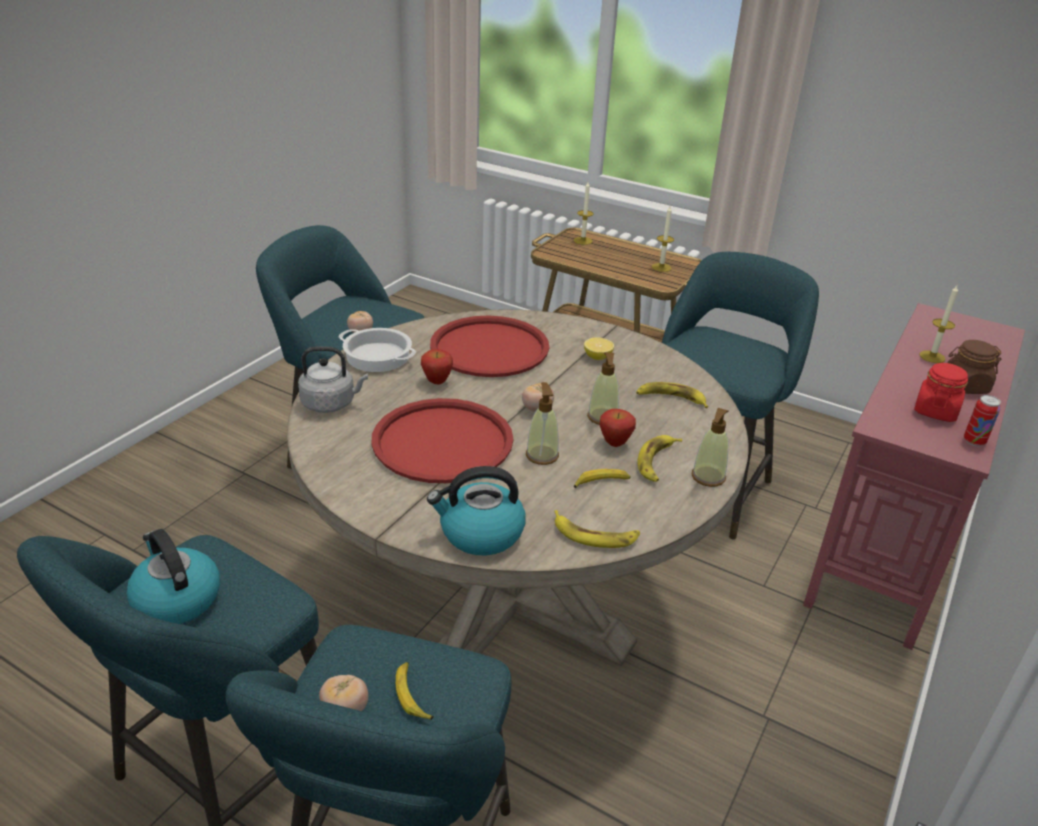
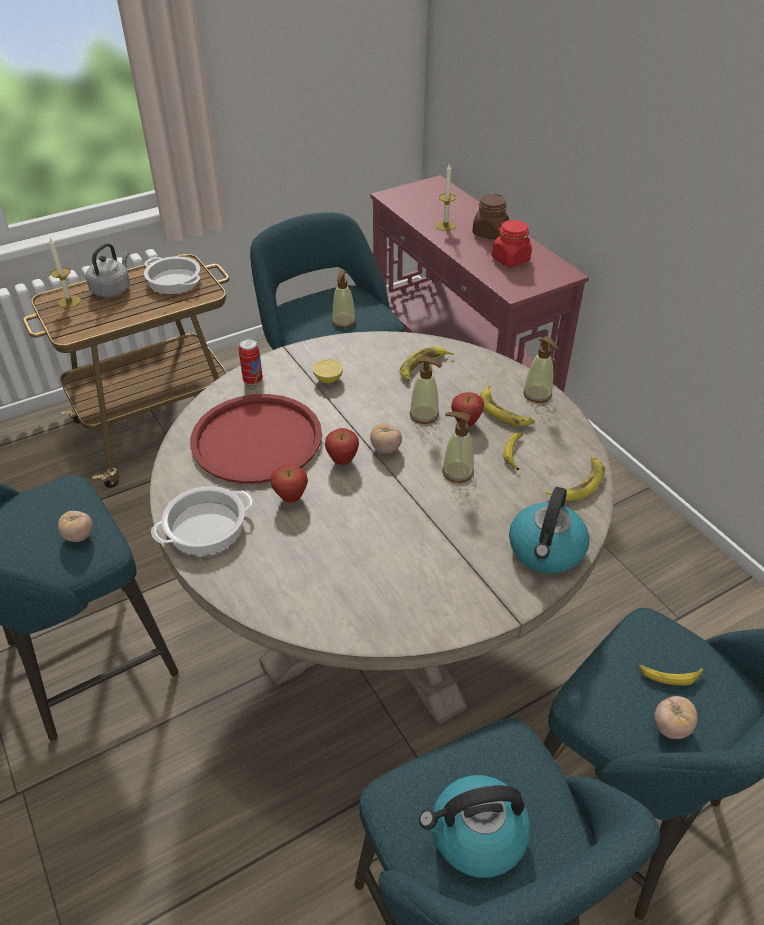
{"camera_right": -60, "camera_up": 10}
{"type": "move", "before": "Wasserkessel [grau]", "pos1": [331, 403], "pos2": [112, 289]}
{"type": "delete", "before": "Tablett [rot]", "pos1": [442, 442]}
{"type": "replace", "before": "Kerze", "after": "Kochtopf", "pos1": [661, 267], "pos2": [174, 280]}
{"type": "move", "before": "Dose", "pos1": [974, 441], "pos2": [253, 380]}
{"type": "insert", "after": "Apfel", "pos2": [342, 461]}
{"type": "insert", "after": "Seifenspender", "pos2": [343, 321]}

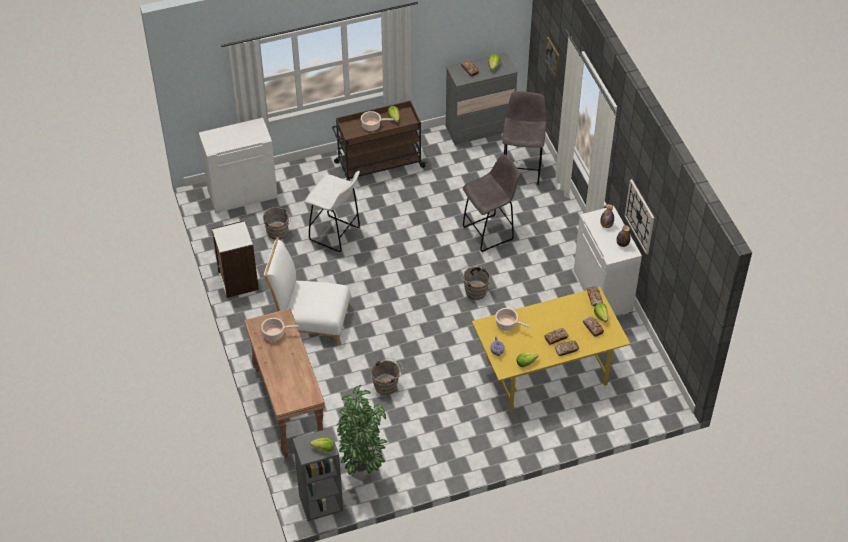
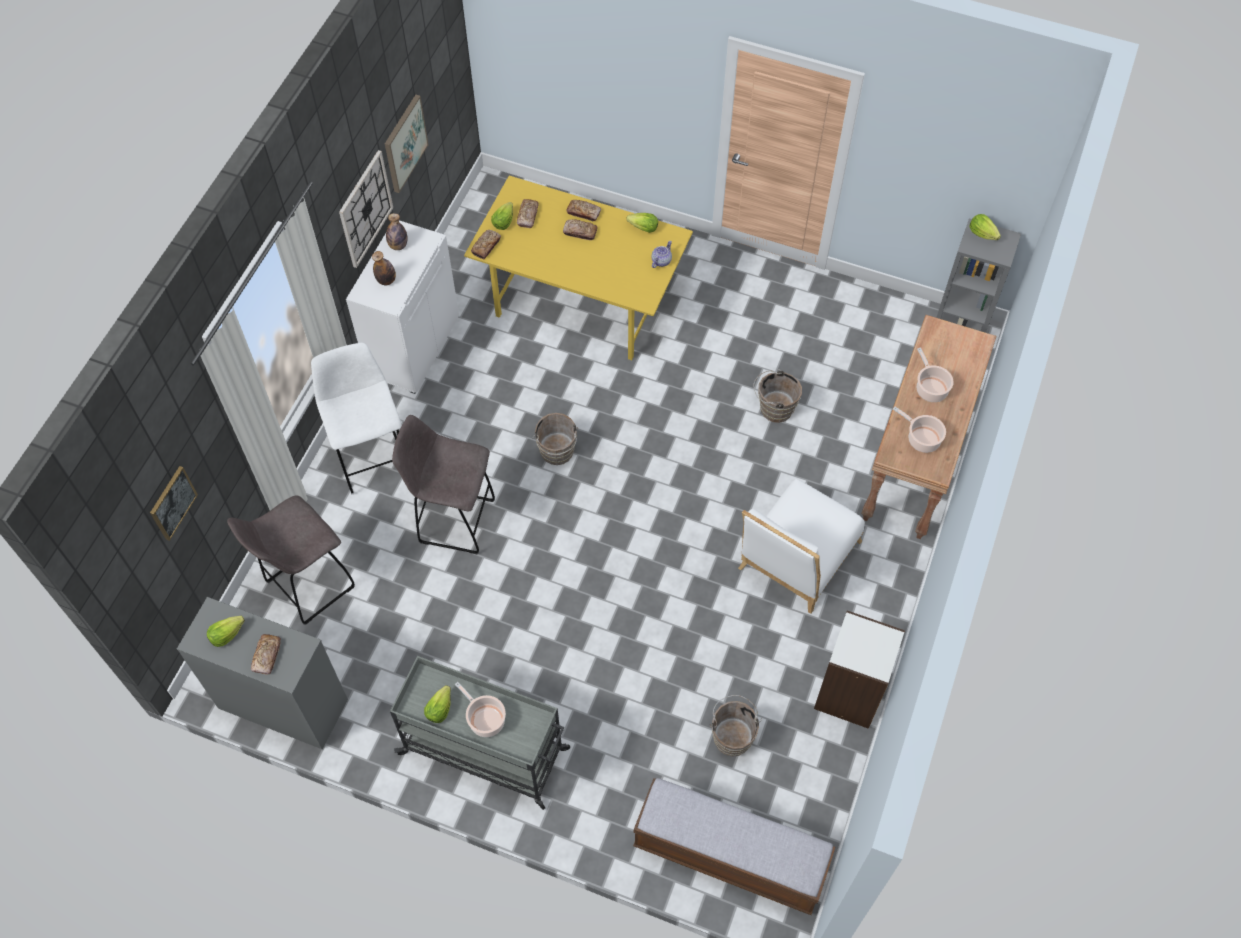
{"camera_right": -140, "camera_up": 10}
{"type": "replace", "before": "Schrank [weiß]", "after": "Bank", "pos1": [242, 194], "pos2": [729, 856]}
{"type": "rotate", "before": "Stuhl [weiß]", "pos1": [311, 319], "pos2": [795, 561], "turn": 75}
{"type": "move", "before": "Hocker [weiß]", "pos1": [336, 235], "pos2": [372, 459]}
{"type": "recolor", "before": "Rollwagen [braun]", "after": "Rollwagen [grau]", "pos1": [378, 165], "pos2": [486, 752]}
{"type": "delete", "before": "Topfpflanze", "pos1": [362, 475]}
{"type": "move", "before": "Kochtopf", "pos1": [507, 324], "pos2": [930, 388]}
{"type": "insert", "after": "Bild", "pos2": [404, 143]}

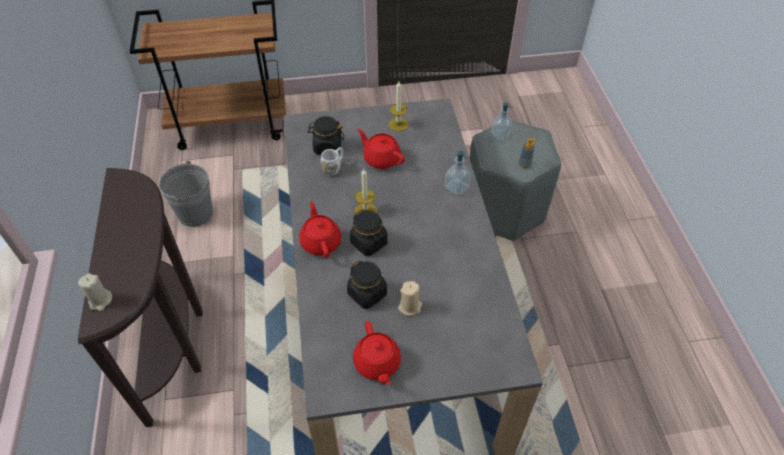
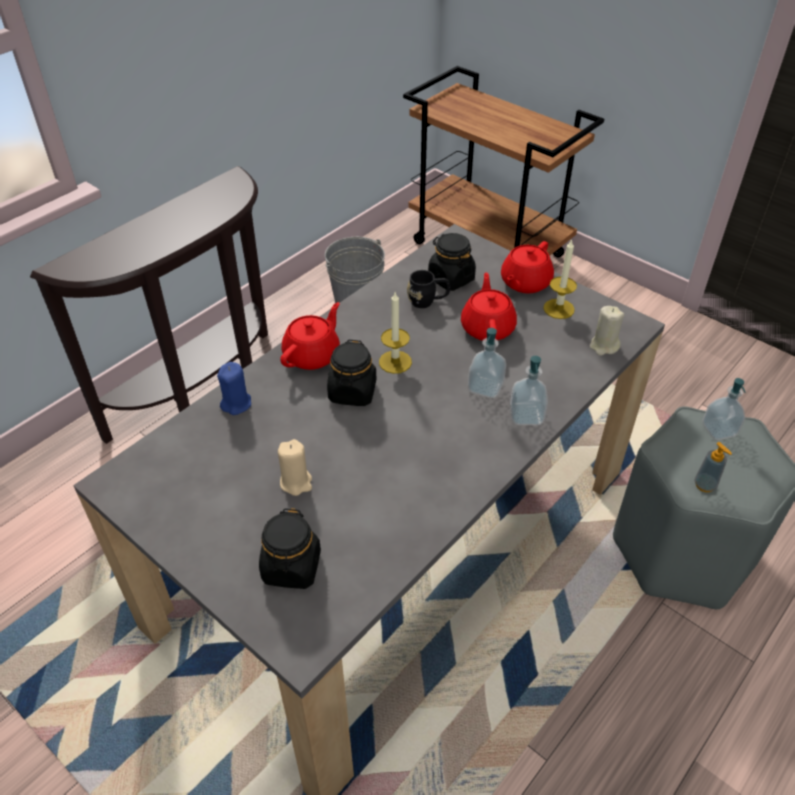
{"camera_right": 50, "camera_up": -5}
{"type": "move", "before": "Kerze [beige]", "pos1": [100, 301], "pos2": [604, 346]}
{"type": "recolor", "before": "Henkelbecher [weiß]", "after": "Henkelbecher [schwarz]", "pos1": [334, 167], "pos2": [428, 301]}
{"type": "move", "before": "Vorratsglas [schwarz]", "pos1": [367, 294], "pos2": [291, 567]}
{"type": "move", "before": "Teekanne [rot]", "pos1": [377, 363], "pos2": [524, 283]}
{"type": "insert", "after": "Kerze [blau]", "pos2": [236, 404]}
{"type": "insert", "after": "Seifenspender", "pos2": [485, 387]}

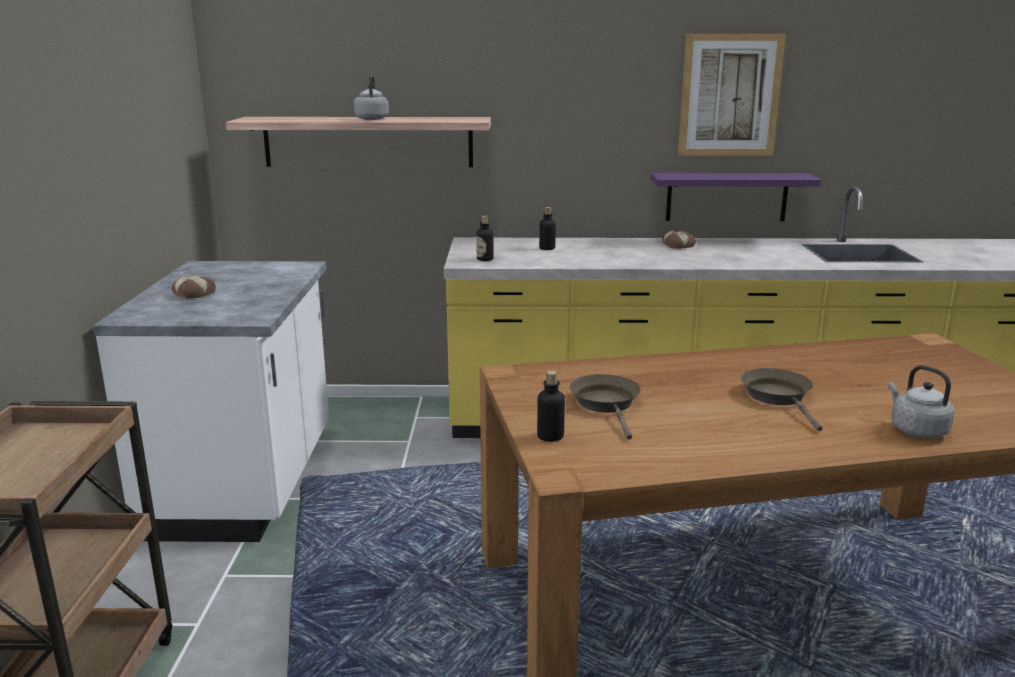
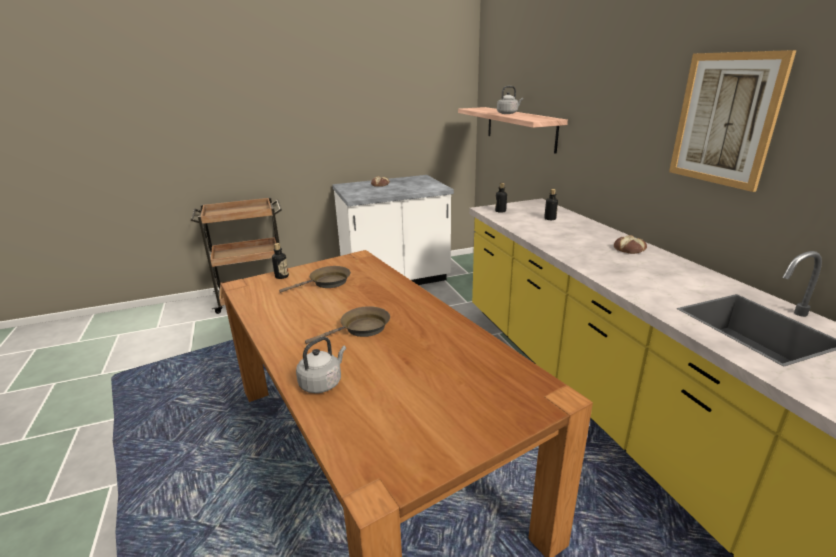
{"camera_right": 70, "camera_up": 5}
{"type": "delete", "before": "Wandregal [lila]", "pos1": [726, 197]}

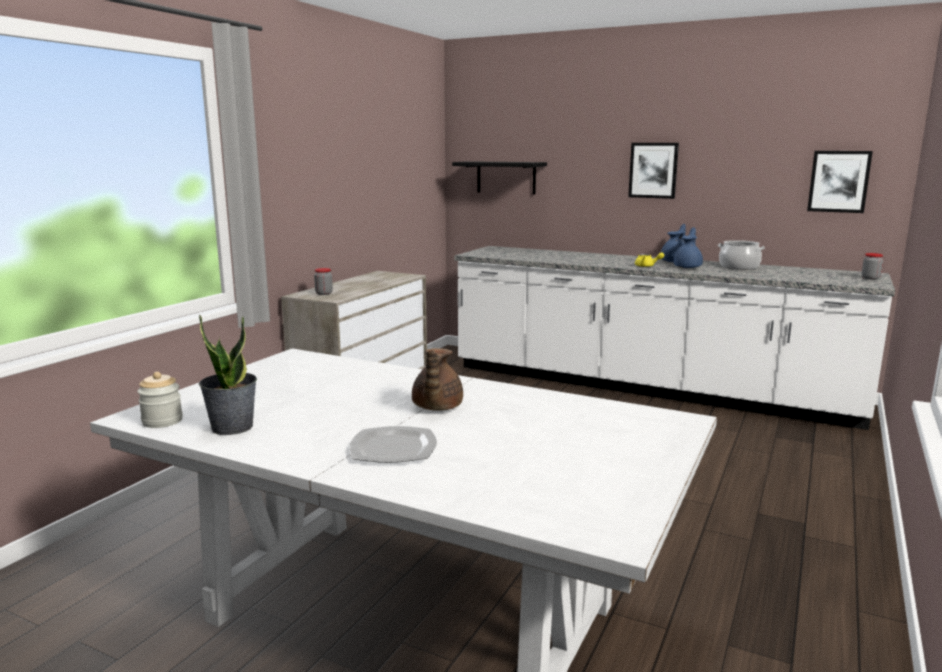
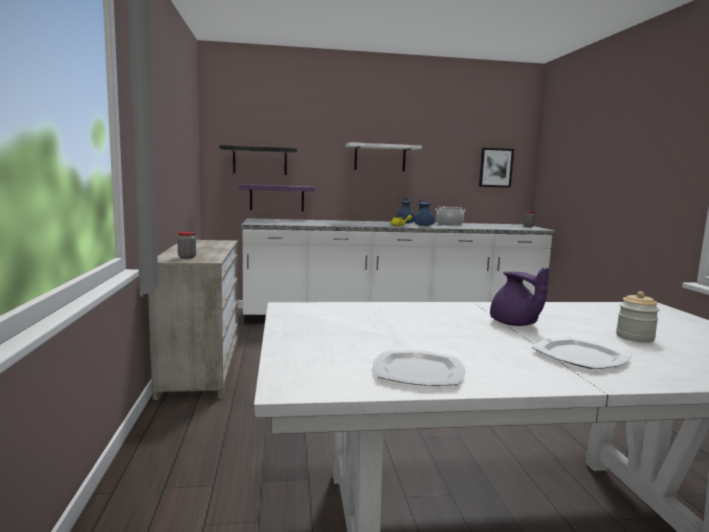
{"camera_right": -35, "camera_up": -5}
{"type": "move", "before": "Vorratsglas", "pos1": [162, 421], "pos2": [635, 337]}
{"type": "replace", "before": "Topfpflanze", "after": "Teller", "pos1": [232, 427], "pos2": [419, 371]}
{"type": "recolor", "before": "Teekanne [braun]", "after": "Teekanne [lila]", "pos1": [436, 407], "pos2": [514, 324]}
{"type": "replace", "before": "Bild", "after": "Wandregal [weiß]", "pos1": [653, 170], "pos2": [380, 158]}
{"type": "insert", "after": "Wandregal [lila]", "pos2": [277, 198]}

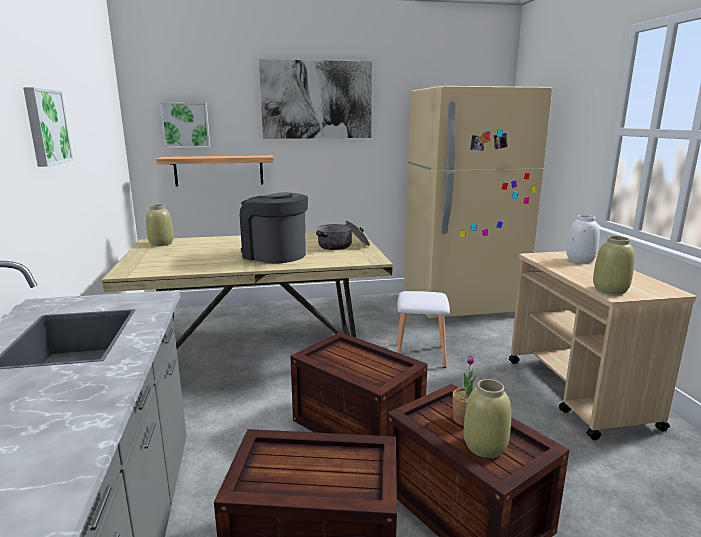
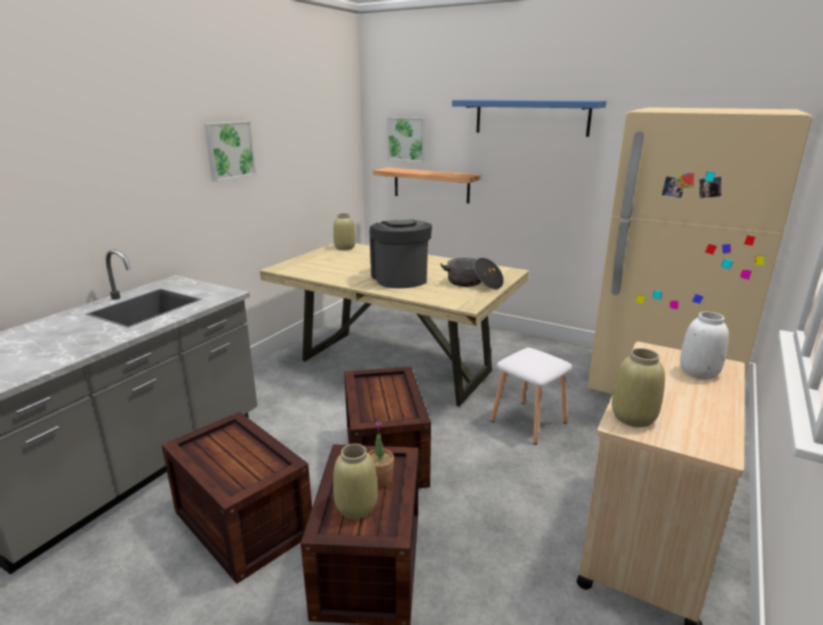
{"camera_right": 40, "camera_up": 5}
{"type": "replace", "before": "Bild", "after": "Wandregal [blau]", "pos1": [317, 100], "pos2": [531, 117]}

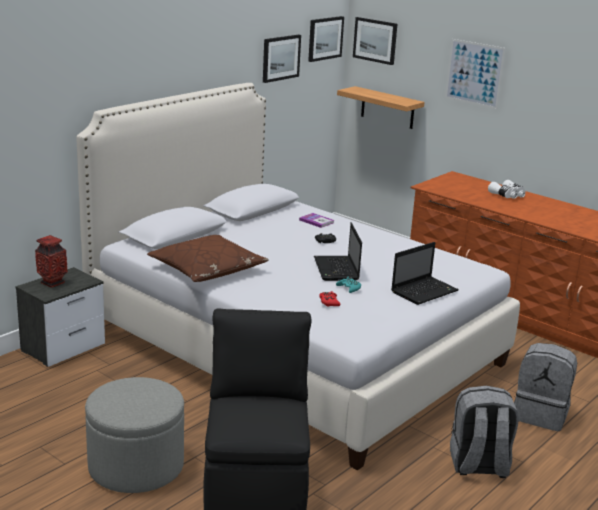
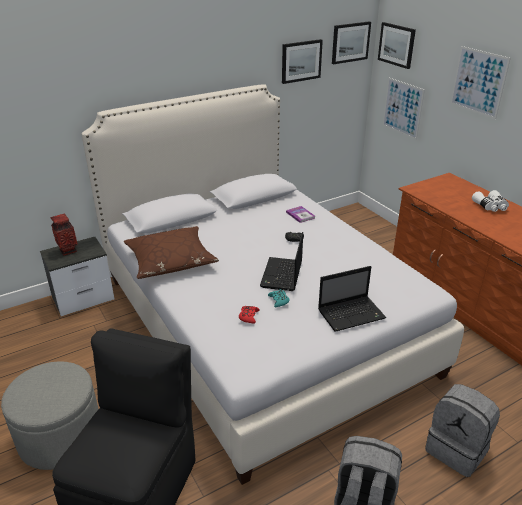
{"camera_right": 20, "camera_up": 10}
{"type": "replace", "before": "Wandregal", "after": "Bild", "pos1": [387, 108], "pos2": [402, 108]}

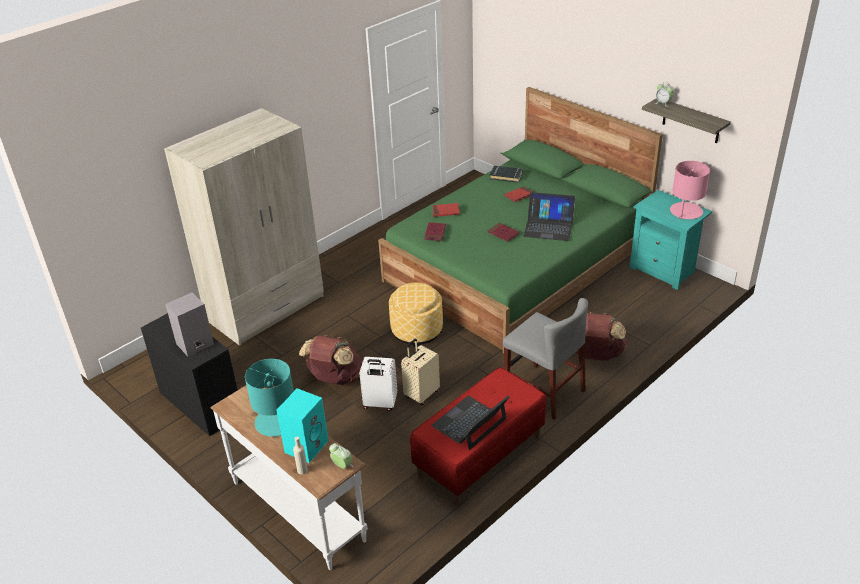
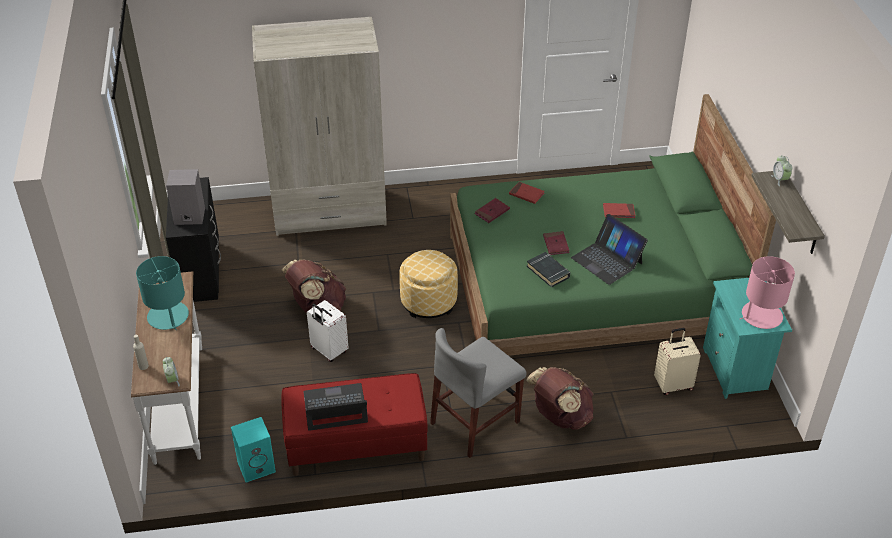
{"camera_right": 35, "camera_up": 5}
{"type": "move", "before": "Lautsprecher [türkis]", "pos1": [306, 445], "pos2": [257, 466]}
{"type": "move", "before": "Koffer [beige]", "pos1": [421, 394], "pos2": [673, 384]}
{"type": "move", "before": "Buch [schwarz]", "pos1": [506, 176], "pos2": [548, 272]}
{"type": "rotate", "before": "Stuhl [grau]", "pos1": [544, 391], "pos2": [475, 422], "turn": 60}

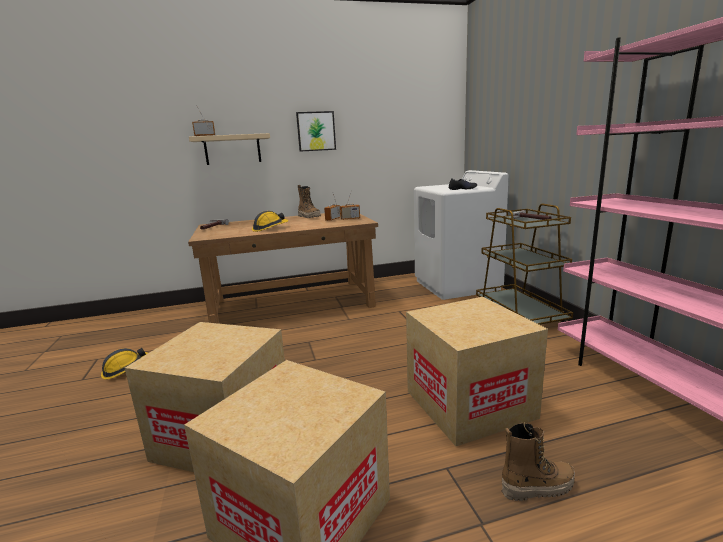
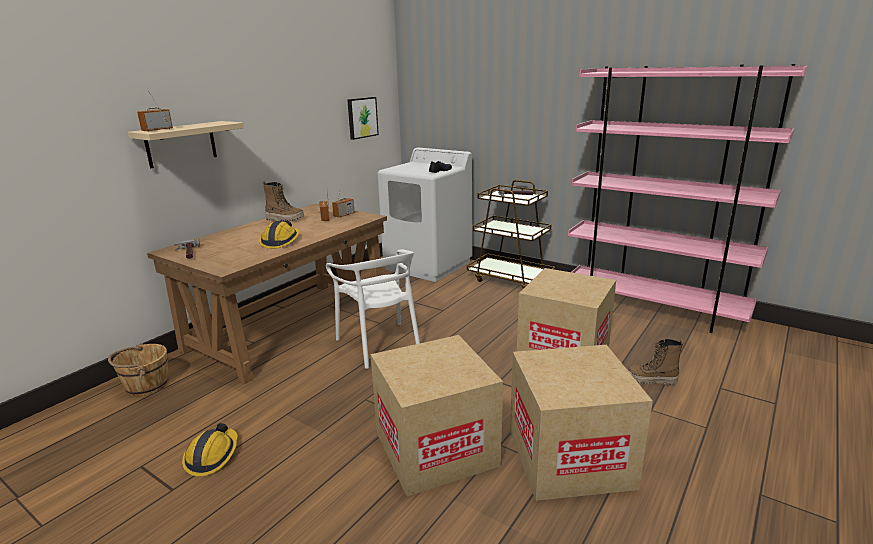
{"camera_right": -40, "camera_up": 5}
{"type": "move", "before": "Bild", "pos1": [316, 131], "pos2": [362, 117]}
{"type": "rotate", "before": "Stiefel", "pos1": [537, 487], "pos2": [651, 380], "turn": -120}
{"type": "insert", "after": "Eimer [braun]", "pos2": [146, 385]}
{"type": "insert", "after": "Stuhl [weiß]", "pos2": [380, 345]}

